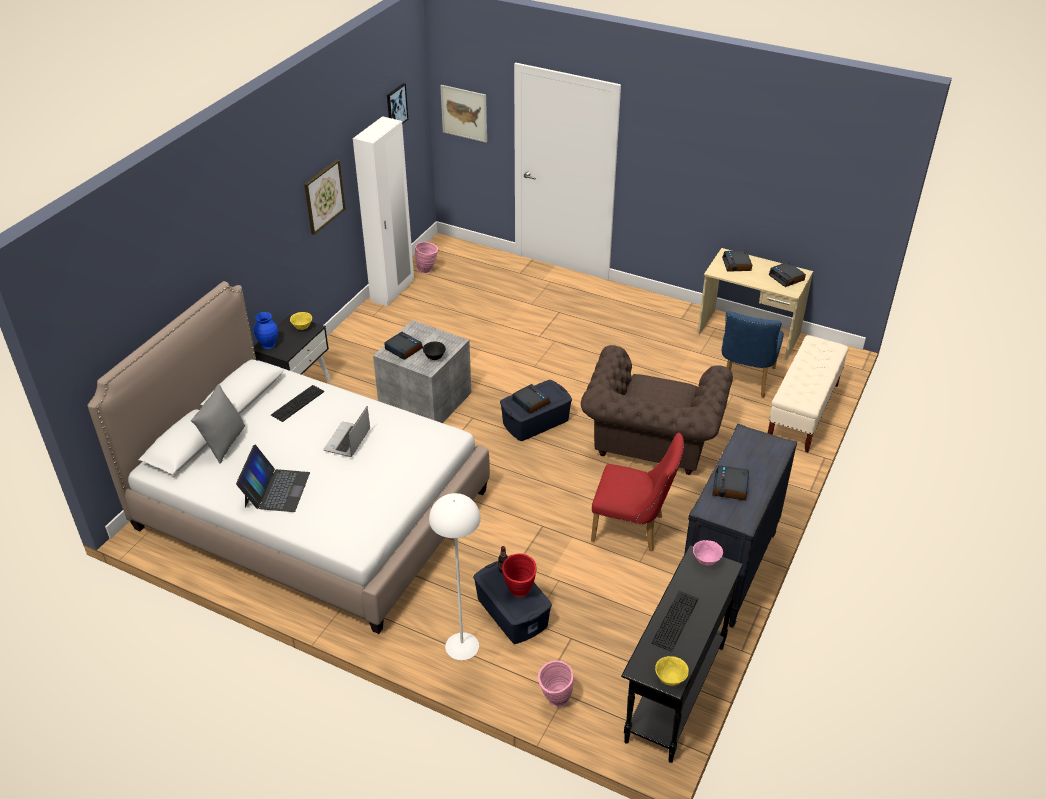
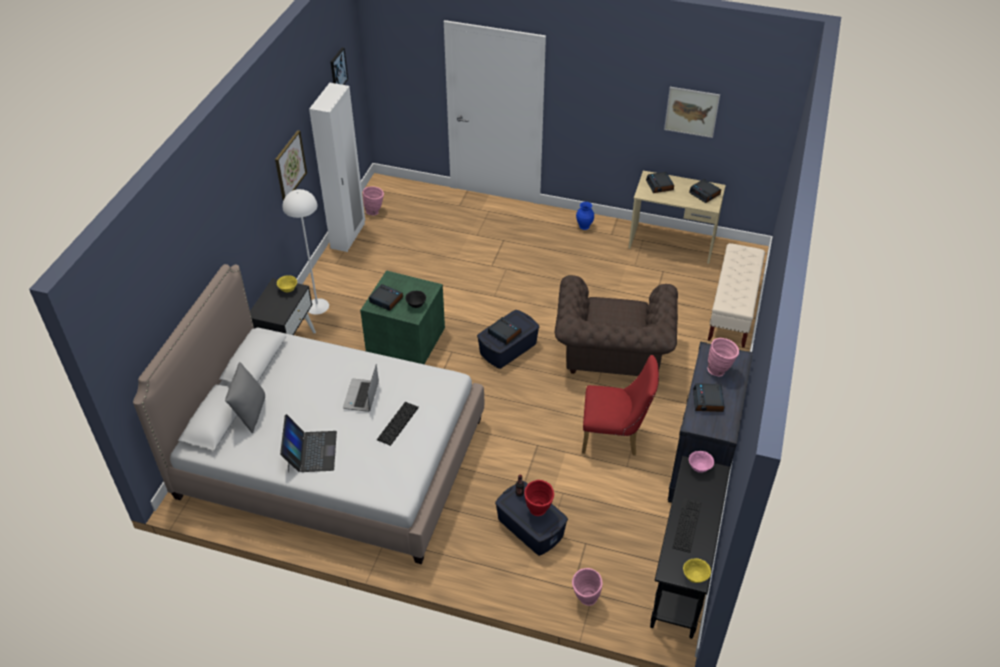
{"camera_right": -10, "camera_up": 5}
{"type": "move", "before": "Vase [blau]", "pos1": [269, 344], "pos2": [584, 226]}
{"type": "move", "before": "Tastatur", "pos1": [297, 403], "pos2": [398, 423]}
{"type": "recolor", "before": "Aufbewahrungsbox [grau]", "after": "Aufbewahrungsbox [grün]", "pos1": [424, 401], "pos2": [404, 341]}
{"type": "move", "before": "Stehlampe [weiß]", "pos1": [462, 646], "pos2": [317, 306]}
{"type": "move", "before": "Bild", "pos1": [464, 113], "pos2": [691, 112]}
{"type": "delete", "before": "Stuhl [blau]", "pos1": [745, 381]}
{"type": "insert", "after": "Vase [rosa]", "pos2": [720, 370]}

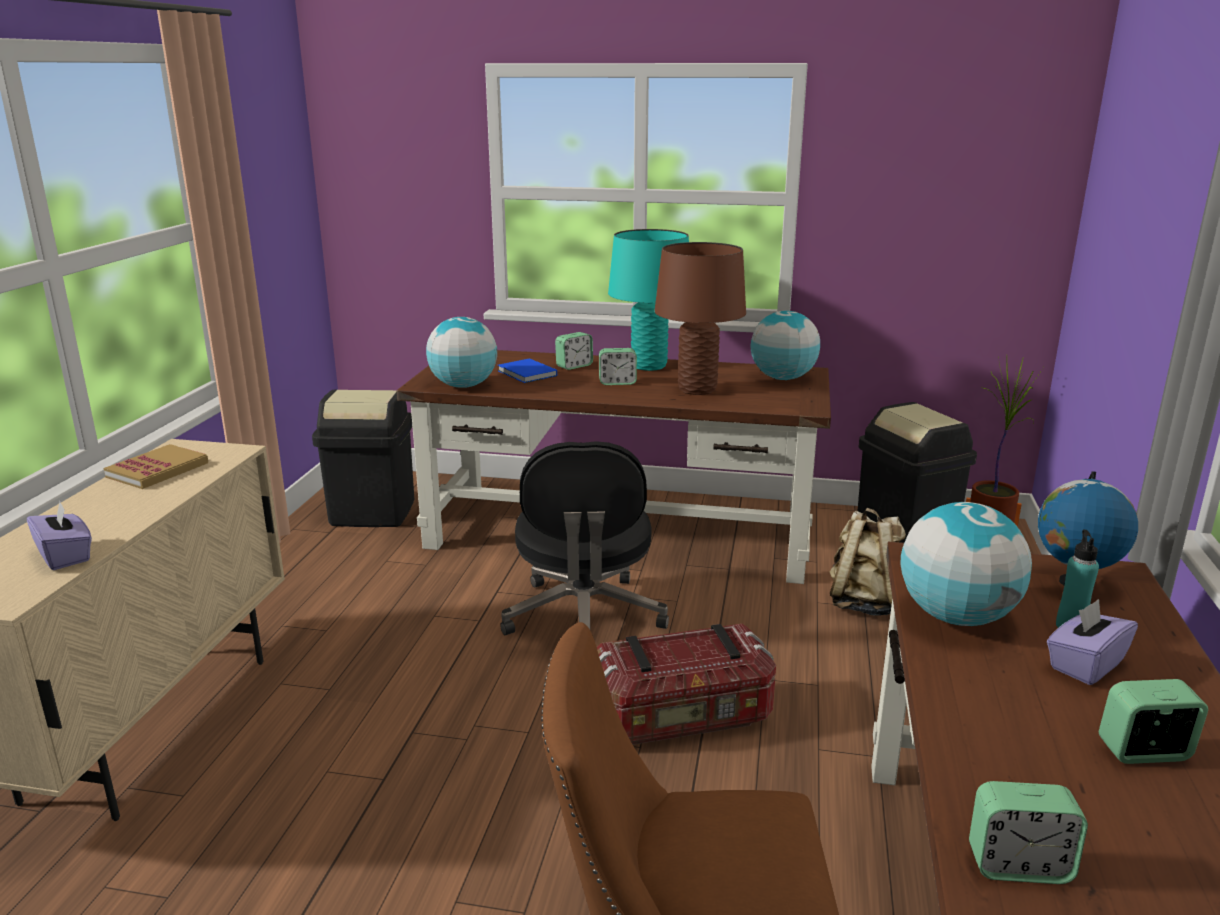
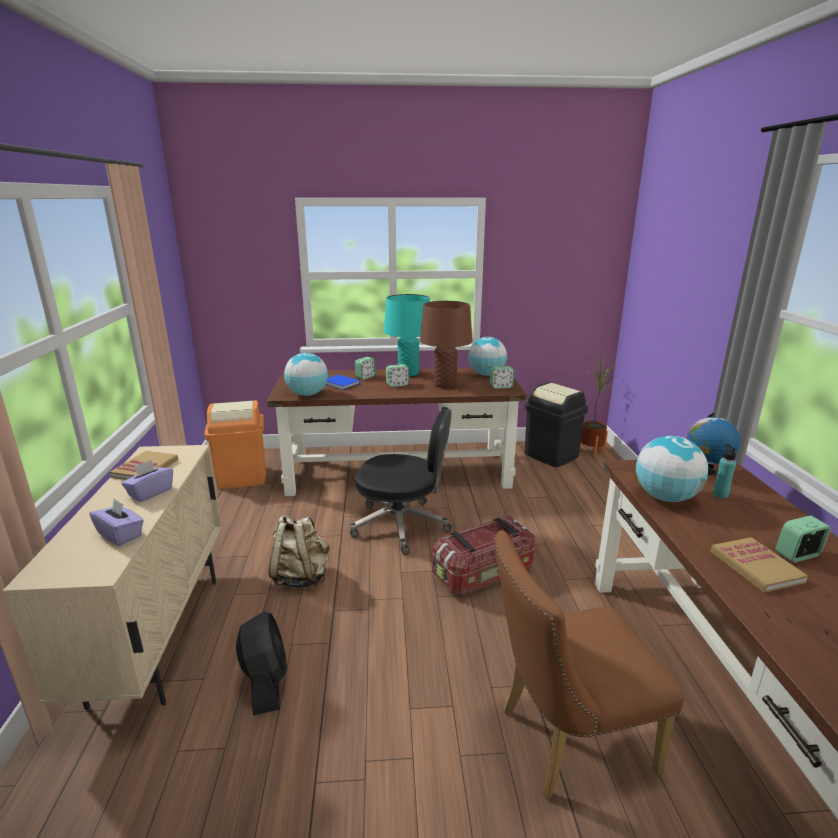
{"camera_right": -15, "camera_up": 0}
{"type": "recolor", "before": "Mülleimer [schwarz]", "after": "Mülleimer [orange]", "pos1": [373, 512], "pos2": [242, 477]}
{"type": "rotate", "before": "Bürostuhl [schwarz]", "pos1": [584, 619], "pos2": [402, 525], "turn": -60}
{"type": "move", "before": "Rucksack [beige]", "pos1": [867, 604], "pos2": [301, 576]}
{"type": "move", "before": "Wecker", "pos1": [1019, 865], "pos2": [501, 386]}
{"type": "move", "before": "Taschentuchbox [lila]", "pos1": [1085, 664], "pos2": [150, 493]}
{"type": "insert", "after": "Ventilator [schwarz]", "pos2": [265, 681]}
{"type": "insert", "after": "Buch", "pos2": [755, 567]}

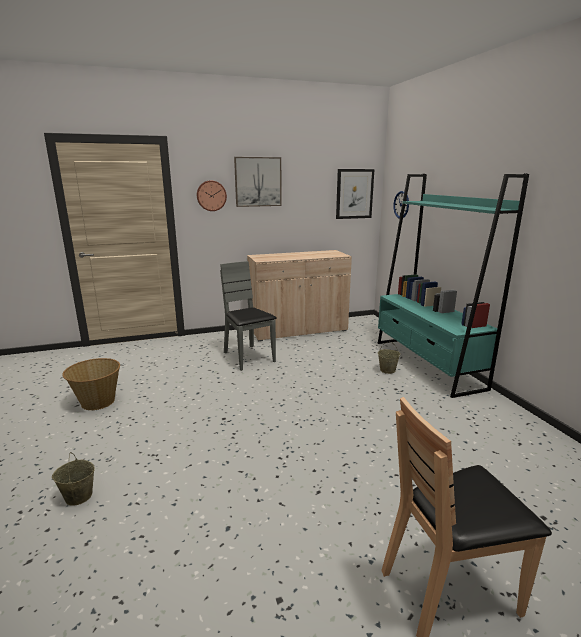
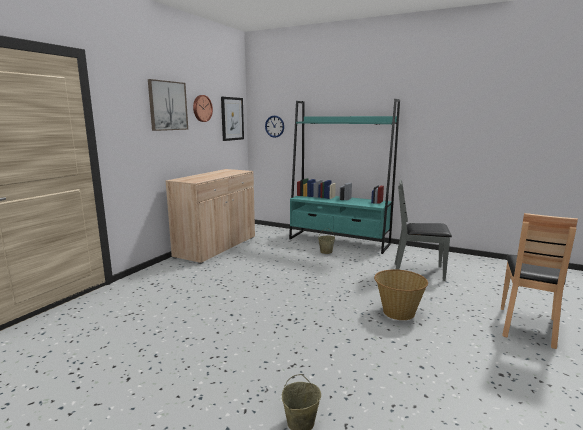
{"camera_right": -45, "camera_up": -5}
{"type": "move", "before": "Korb", "pos1": [97, 401], "pos2": [398, 312]}
{"type": "move", "before": "Wanduhr", "pos1": [211, 195], "pos2": [201, 108]}
{"type": "move", "before": "Stuhl [grau]", "pos1": [248, 357], "pos2": [419, 271]}

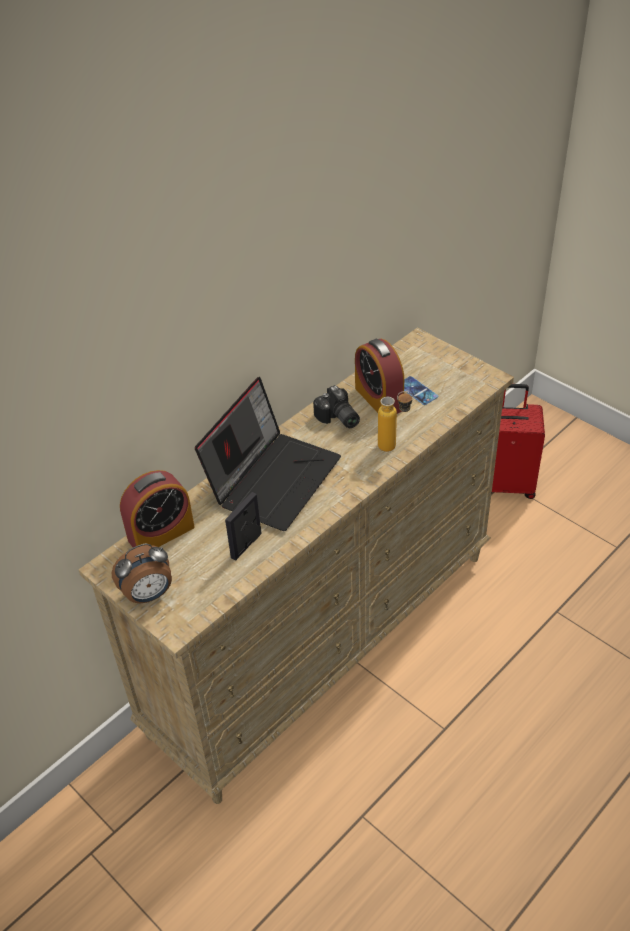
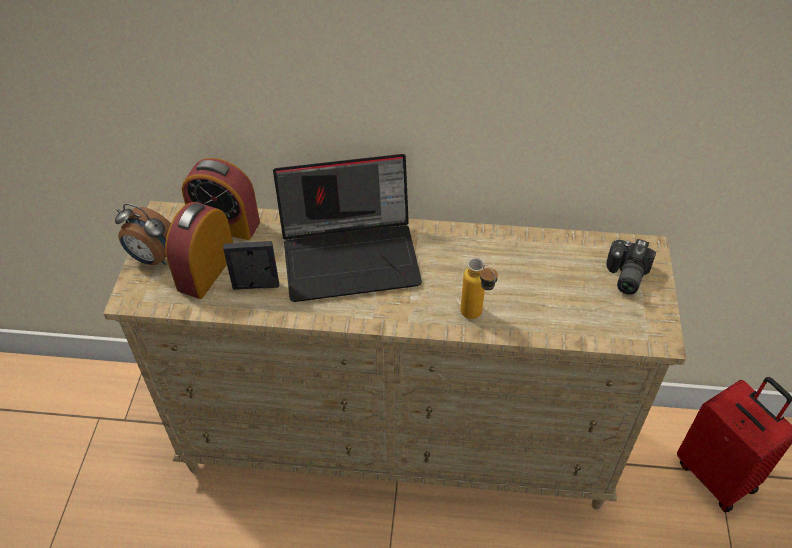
{"camera_right": 50, "camera_up": 5}
{"type": "move", "before": "Kamera", "pos1": [337, 419], "pos2": [624, 275]}
{"type": "move", "before": "Wecker", "pos1": [379, 399], "pos2": [206, 270]}
{"type": "delete", "before": "Handy", "pos1": [417, 391]}

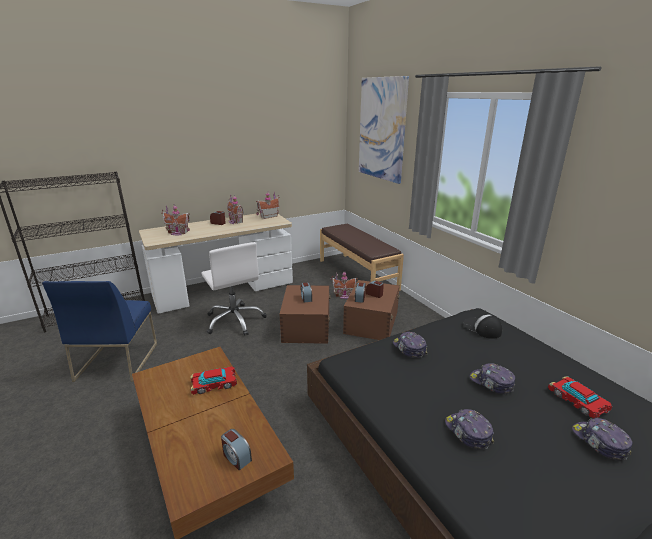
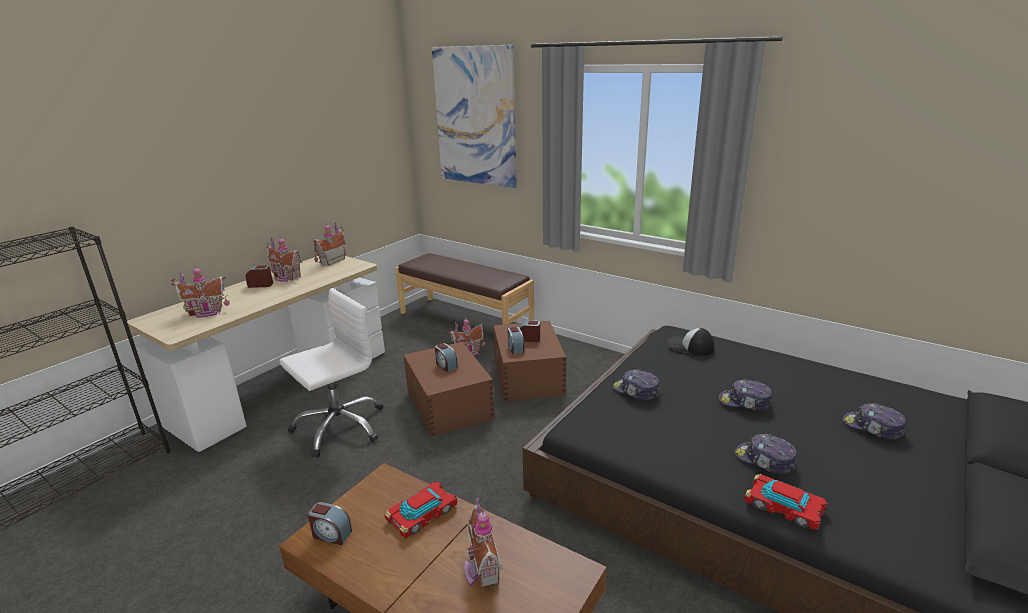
{"camera_right": -25, "camera_up": 0}
{"type": "delete", "before": "Stuhl [blau]", "pos1": [117, 361]}
{"type": "rotate", "before": "Bürostuhl [weiß]", "pos1": [235, 320], "pos2": [339, 426], "turn": -75}
{"type": "move", "before": "Wecker", "pos1": [236, 457], "pos2": [331, 534]}
{"type": "move", "before": "Spielzeugauto", "pos1": [577, 401], "pos2": [783, 507]}
{"type": "insert", "after": "Spielzeughaus", "pos2": [480, 569]}

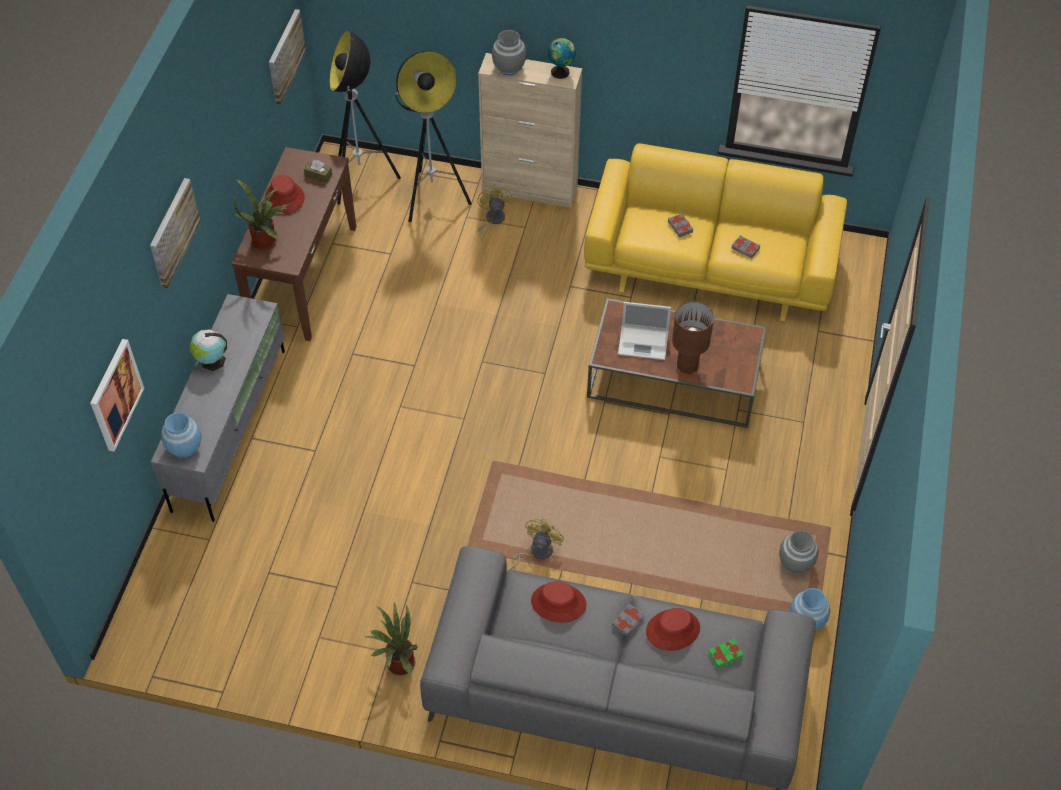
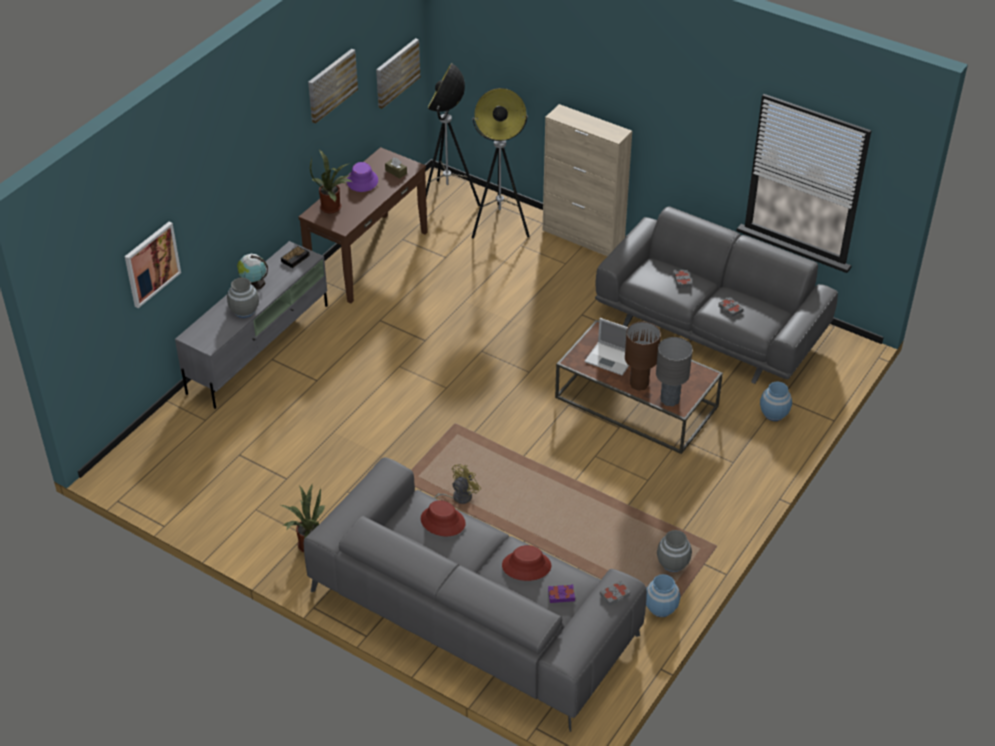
{"camera_right": 20, "camera_up": -10}
{"type": "move", "before": "Bild", "pos1": [173, 232], "pos2": [331, 85]}
{"type": "move", "before": "Vase [blau]", "pos1": [184, 447], "pos2": [773, 414]}
{"type": "recolor", "before": "Hut [rot]", "after": "Hut [lila]", "pos1": [284, 197], "pos2": [362, 181]}
{"type": "delete", "before": "Ventilator [gelb]", "pos1": [492, 220]}
{"type": "move", "before": "Vase [grau]", "pos1": [509, 67], "pos2": [244, 311]}
{"type": "delete", "before": "Globus", "pos1": [561, 71]}
{"type": "recolor", "before": "Sofa [gelb]", "after": "Sofa [grau]", "pos1": [711, 264], "pos2": [711, 327]}
{"type": "move", "before": "Buch [grau]", "pos1": [628, 621], "pos2": [615, 595]}
{"type": "recolor", "before": "Buch [grün]", "after": "Buch [lila]", "pos1": [725, 654], "pos2": [561, 595]}
{"type": "insert", "after": "Wecker", "pos2": [295, 258]}
{"type": "insert", "after": "Tischlampe [grau]", "pos2": [669, 400]}

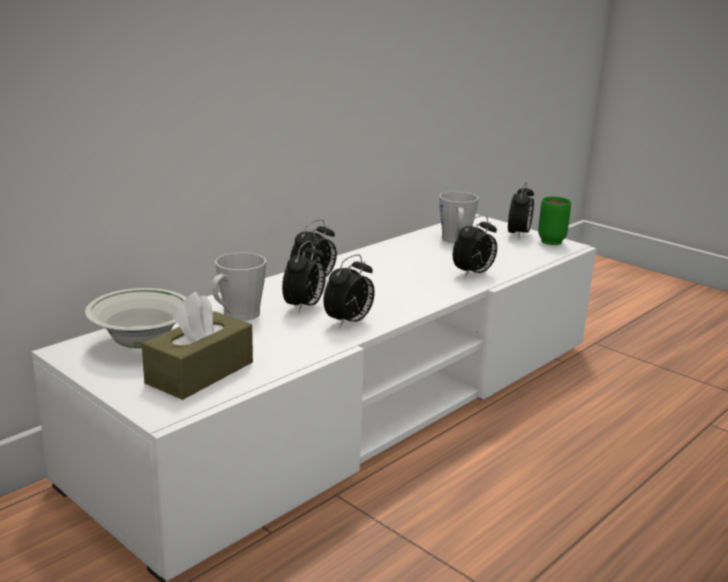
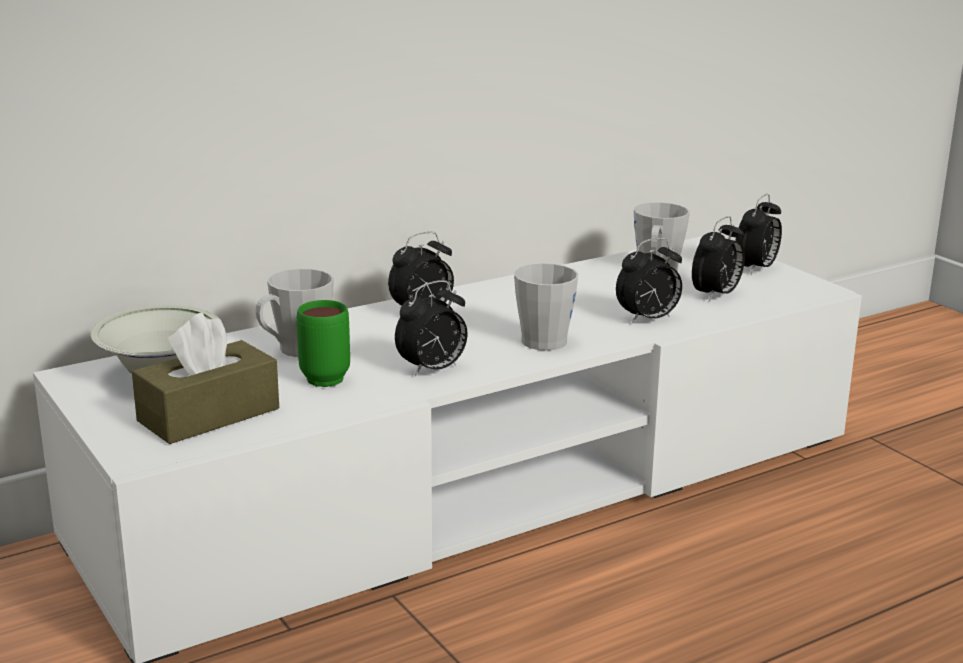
{"camera_right": 15, "camera_up": 0}
{"type": "move", "before": "Wecker", "pos1": [304, 307], "pos2": [716, 295]}
{"type": "move", "before": "Henkelbecher [grün]", "pos1": [550, 240], "pos2": [329, 376]}
{"type": "insert", "after": "Henkelbecher [grau]", "pos2": [541, 337]}

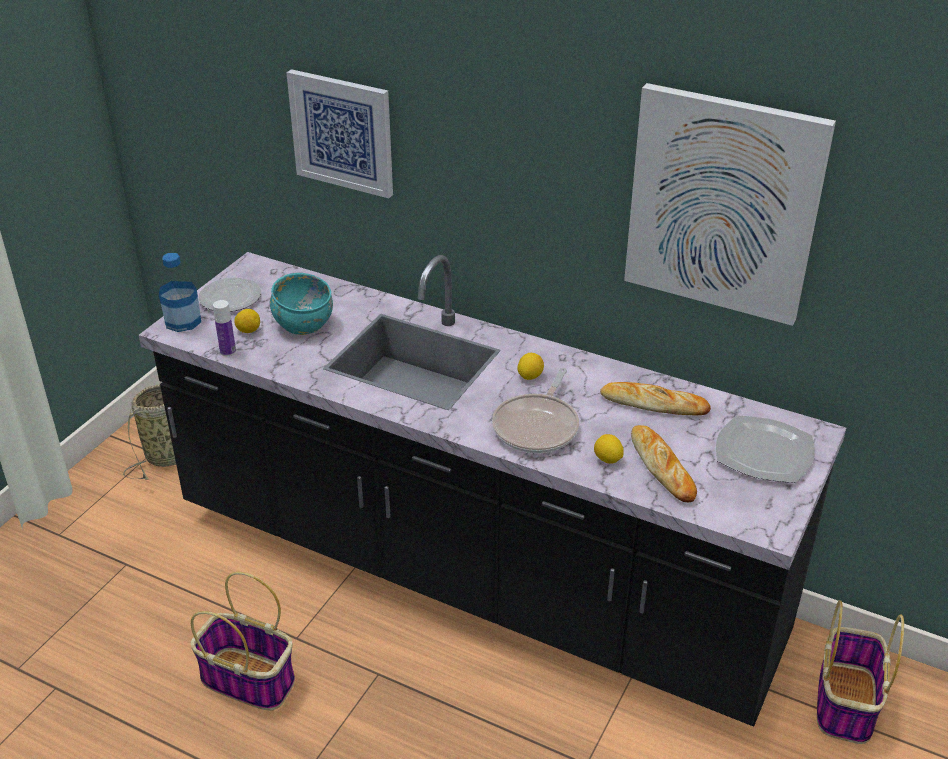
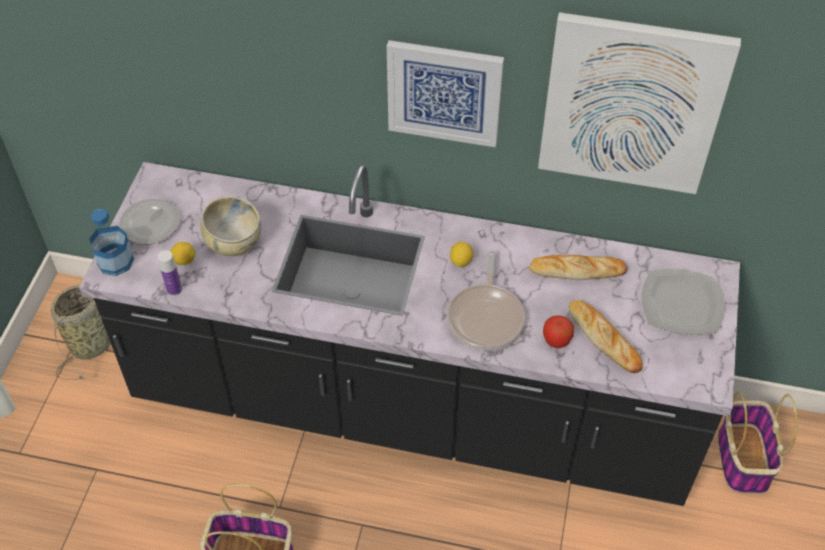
{"camera_right": -15, "camera_up": 15}
{"type": "recolor", "before": "Schüssel [türkis]", "after": "Schüssel [beige]", "pos1": [303, 325], "pos2": [233, 243]}
{"type": "move", "before": "Bild", "pos1": [342, 132], "pos2": [444, 92]}
{"type": "replace", "before": "Zitrone", "after": "Apfel", "pos1": [607, 459], "pos2": [556, 340]}

